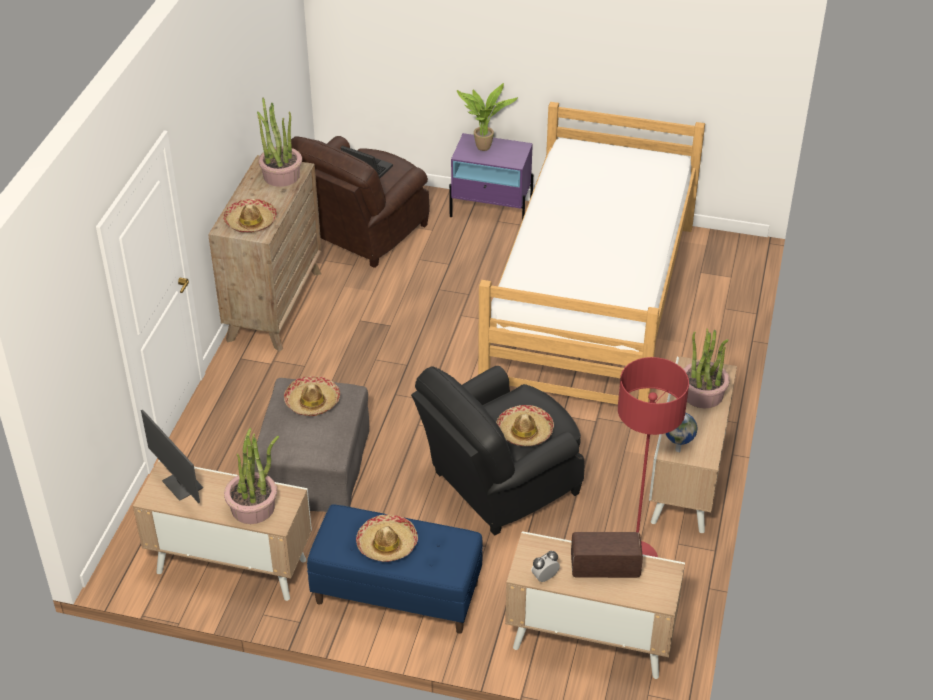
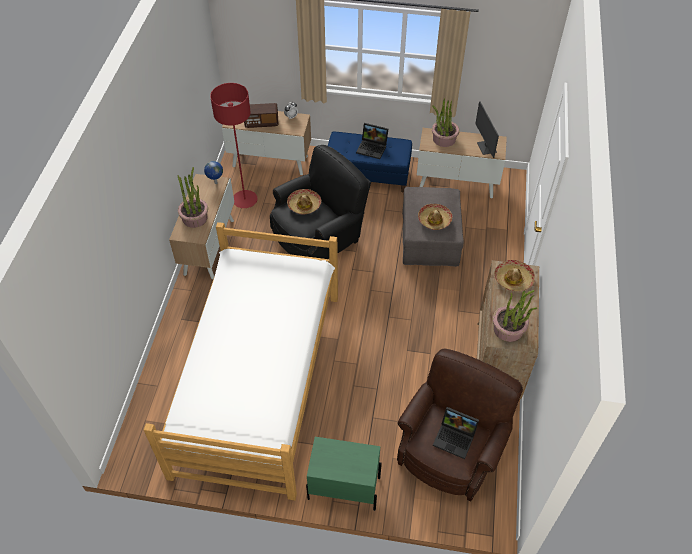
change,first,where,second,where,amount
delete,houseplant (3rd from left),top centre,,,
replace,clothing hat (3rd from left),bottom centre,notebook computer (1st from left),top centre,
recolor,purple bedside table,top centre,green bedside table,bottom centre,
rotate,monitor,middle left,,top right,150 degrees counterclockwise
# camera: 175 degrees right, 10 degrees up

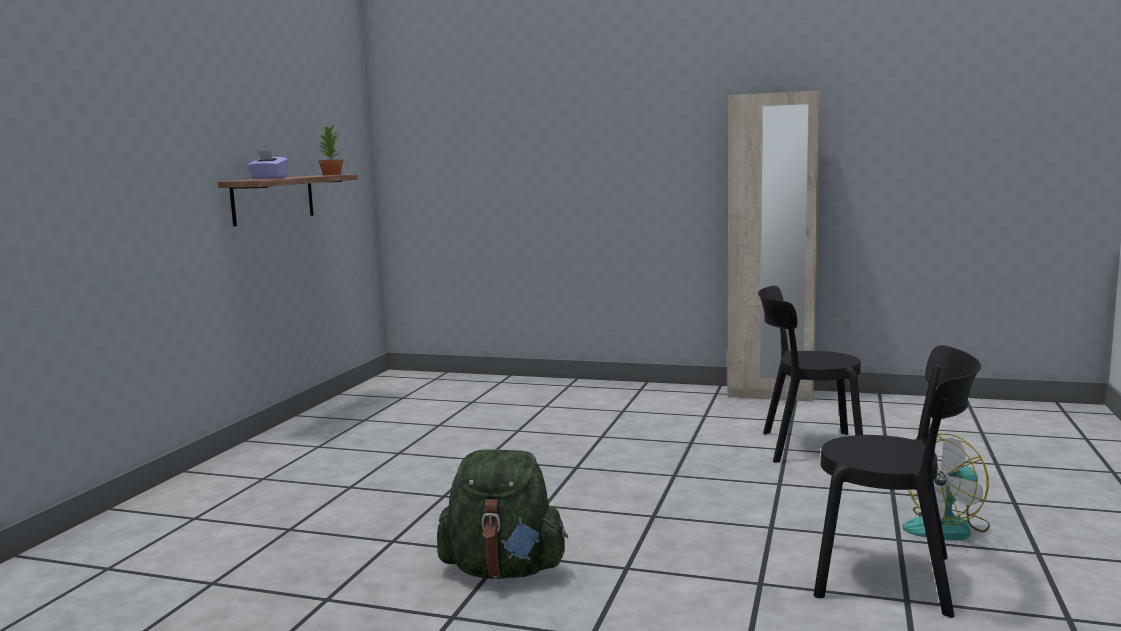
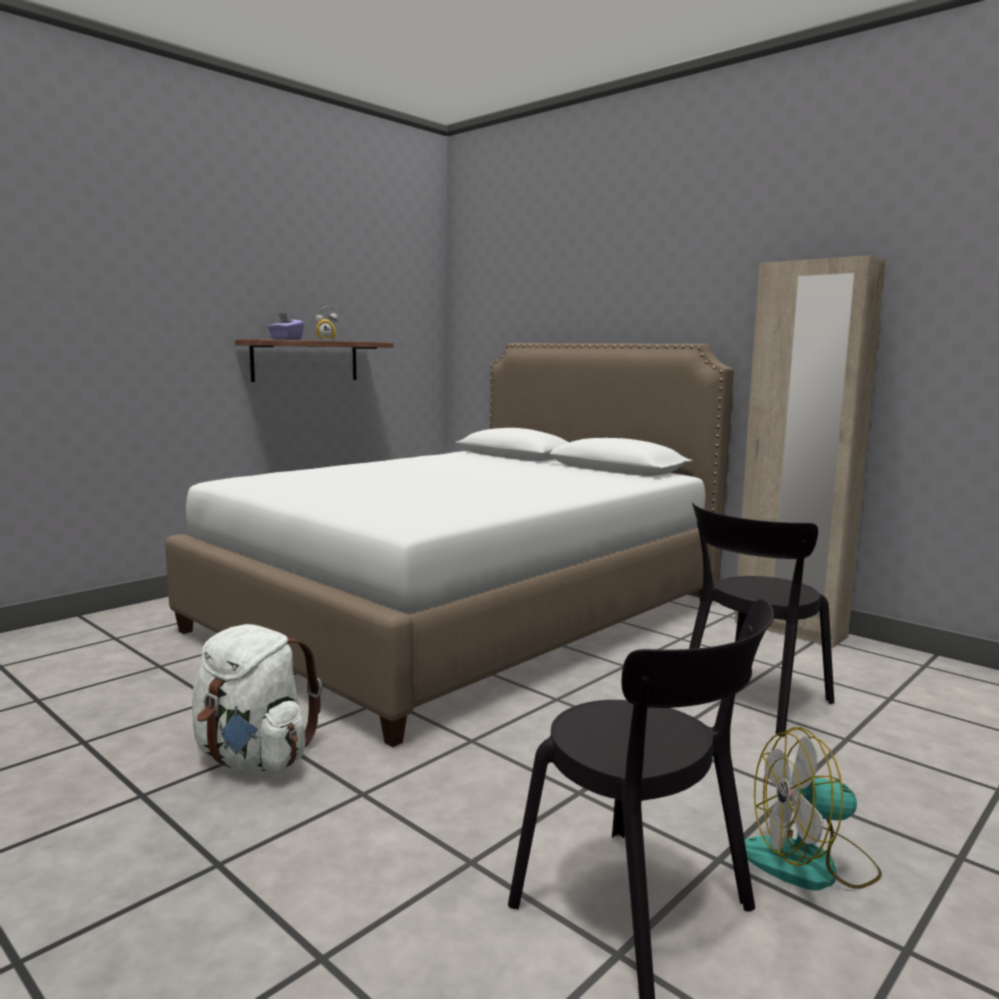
change,first,where,second,where,amount
delete,houseplant,top left,,,
insert,,,white-coloured bed,centre,
insert,,,table clock,top left,
recolor,green rucksack,bottom centre,white-coloured rucksack,bottom left,
rotate,black-coloured plain chair (1st from left in the first image),middle right,black-coloured plain chair (2nd from left),middle right,75 degrees counterclockwise
# camera: 25 degrees right, 0 degrees up

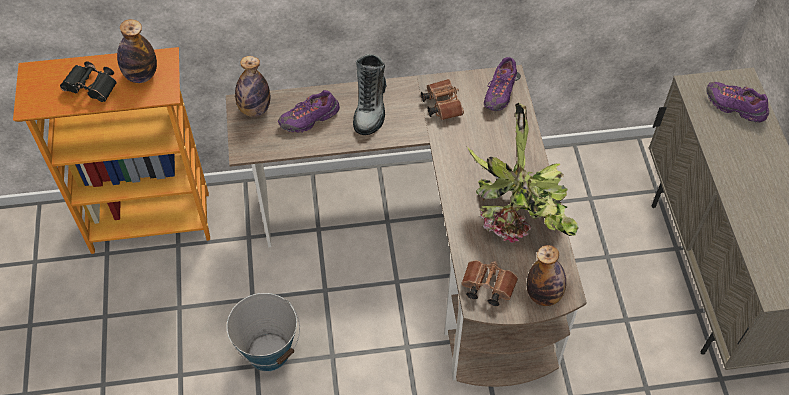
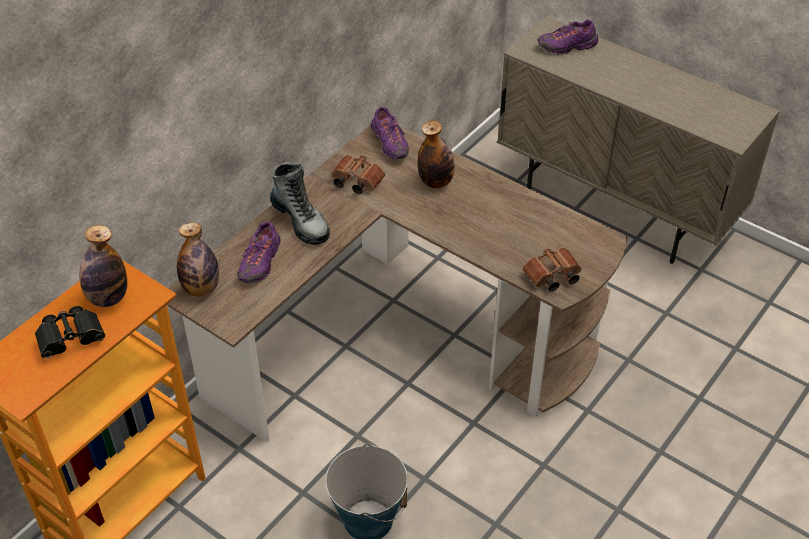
change,first,where,second,where,amount
delete,houseplant,centre,,,
move,beverage bottle (3rd from left),bottom right,,top centre,
# camera: 45 degrees left, 10 degrees down

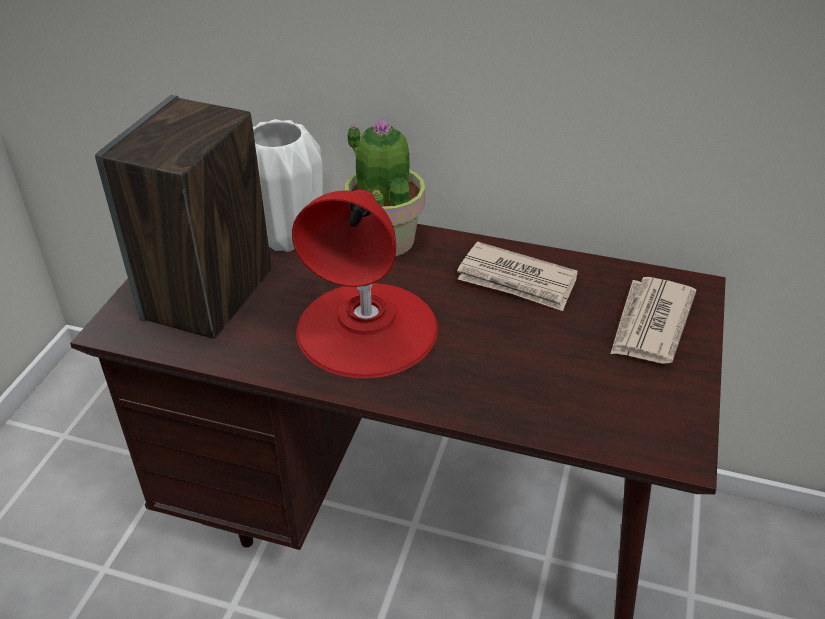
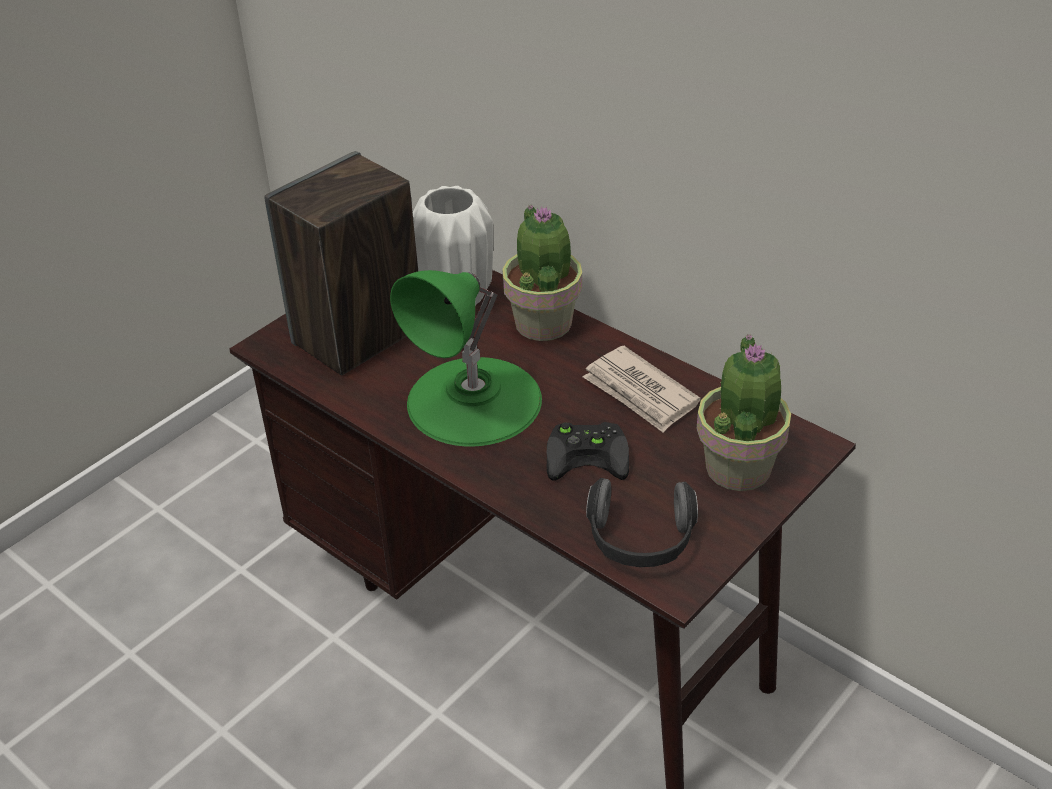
change,first,where,second,where,amount
insert,,,black-coloured gamepad,centre,
insert,,,headphones,centre,
replace,newspaper (2nd from left),middle right,houseplant (2nd from left),middle right,
recolor,red tabletop lamp,centre,green tabletop lamp,centre,
# camera: 25 degrees right, 0 degrees up

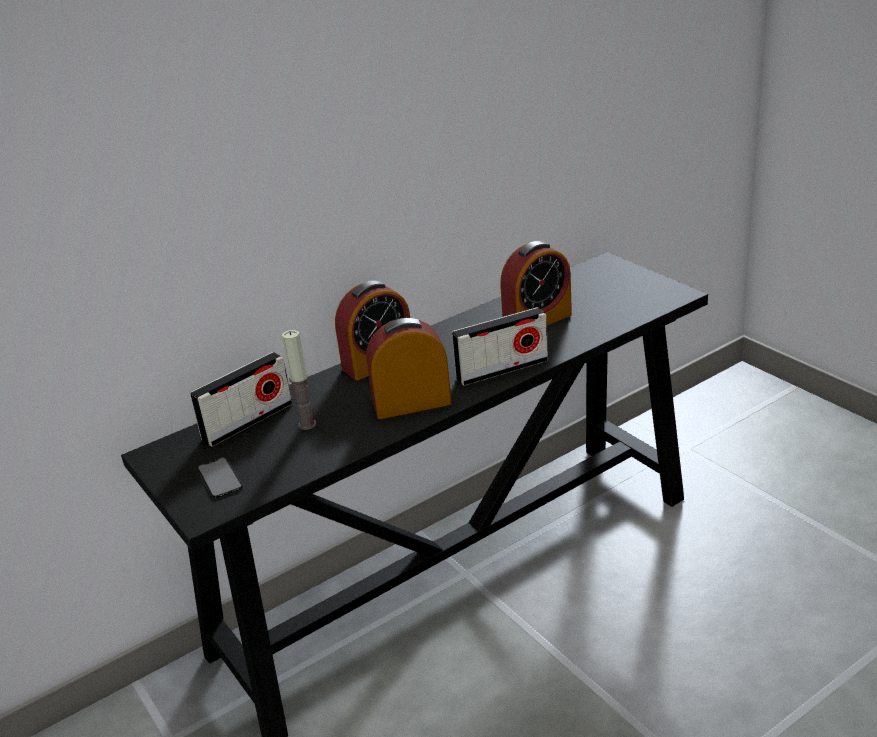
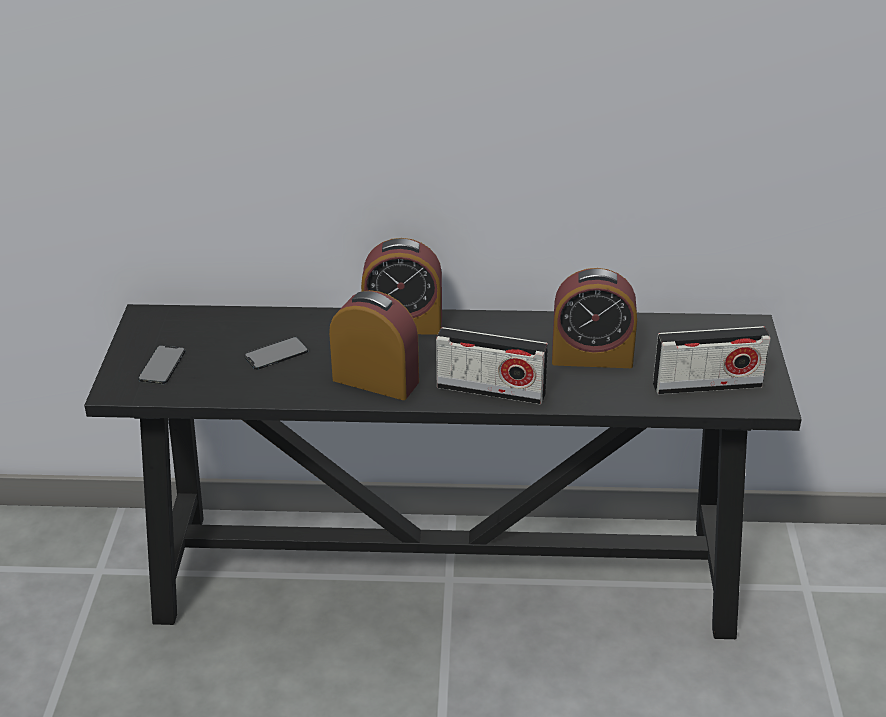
change,first,where,second,where,amount
move,radio receiver (1st from left in the first image),middle left,radio receiver (2nd from left),middle right,
replace,candle,centre,phone (2nd from left),middle left,
# camera: 35 degrees right, 5 degrees up

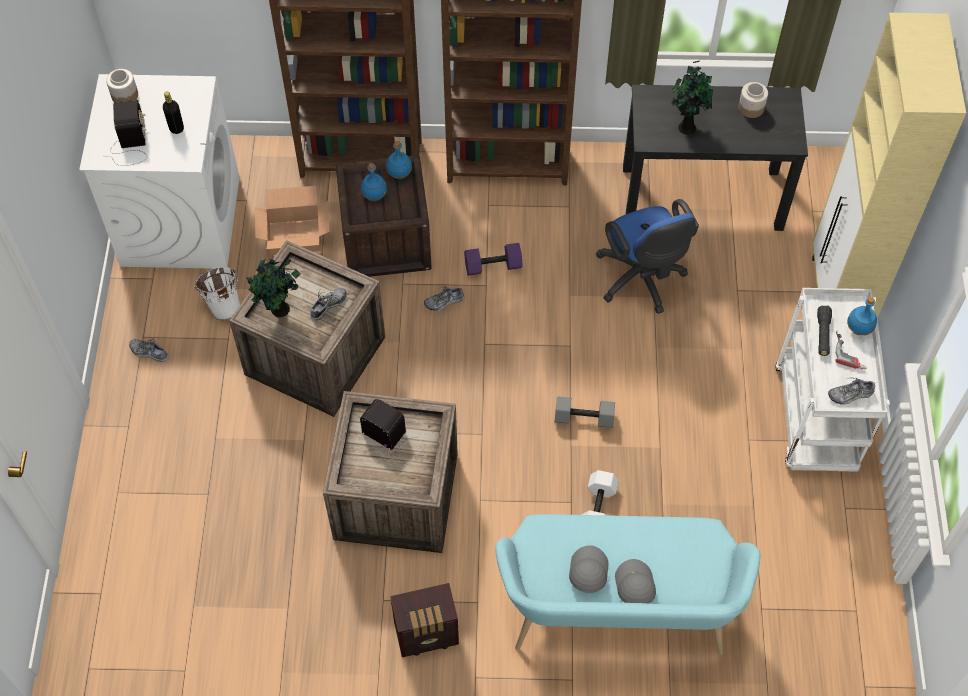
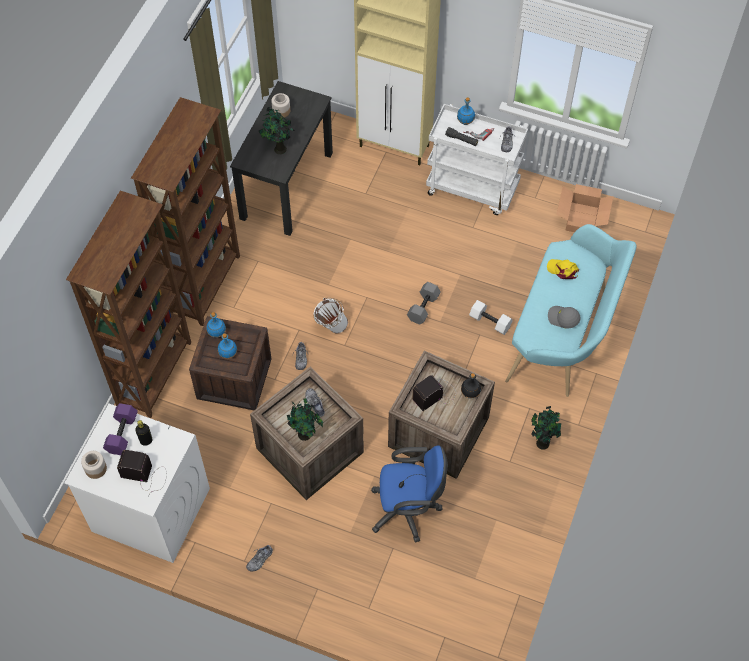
change,first,where,second,where,amount
delete,grey baseball cap (2nd from left),bottom centre,,,
insert,,,black-coloured beverage bottle (2nd from left),centre,
insert,,,yellowish baseball cap,middle right,
move,white-coloured bucket,middle left,,centre,
move,packing box,top left,,top right,
move,purple hand weight,centre,,middle left,
move,bluish computer chair,middle right,,bottom centre,
replace,radio receiver (3rd from left),bottom centre,houseplant (3rd from left),middle right,
# camera: 70 degrees left, 0 degrees up

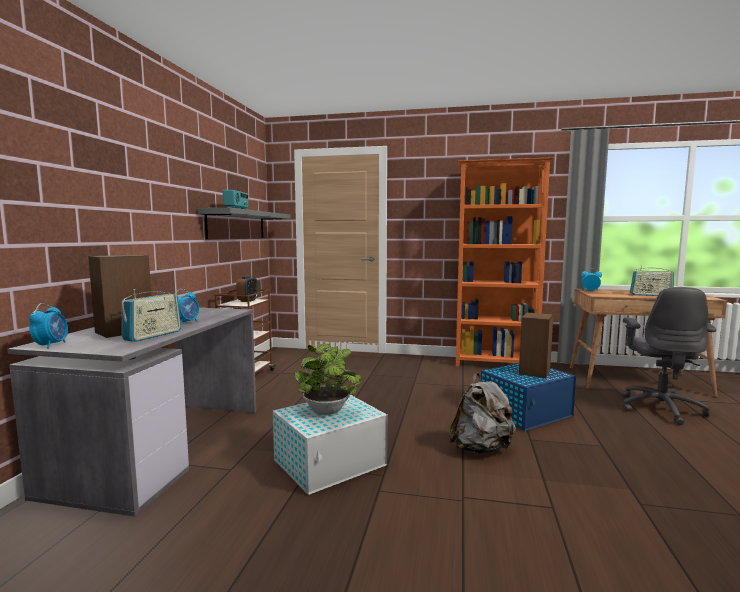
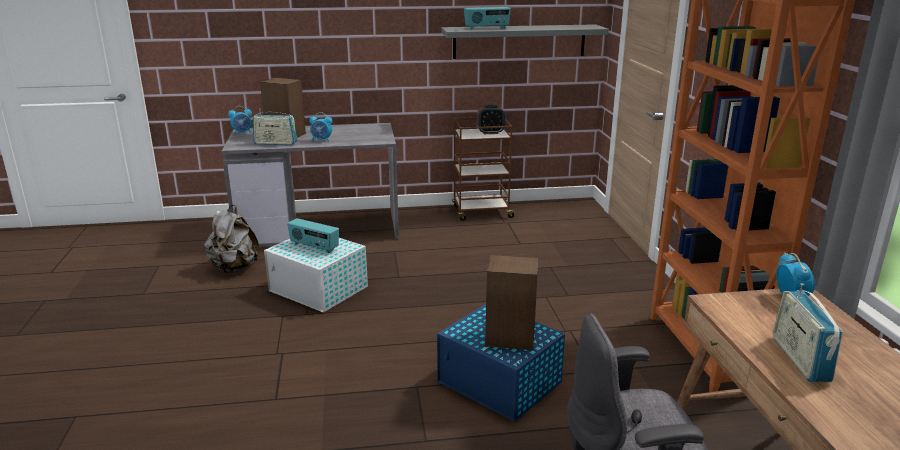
change,first,where,second,where,amount
move,grey rucksack,bottom centre,,middle left,
replace,houseplant,centre,radio receiver (2nd from left),centre,
# camera: 70 degrees right, 15 degrees up

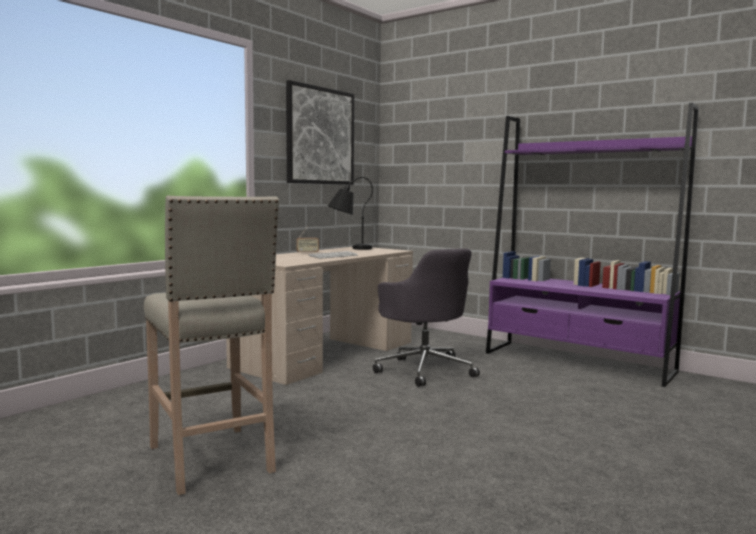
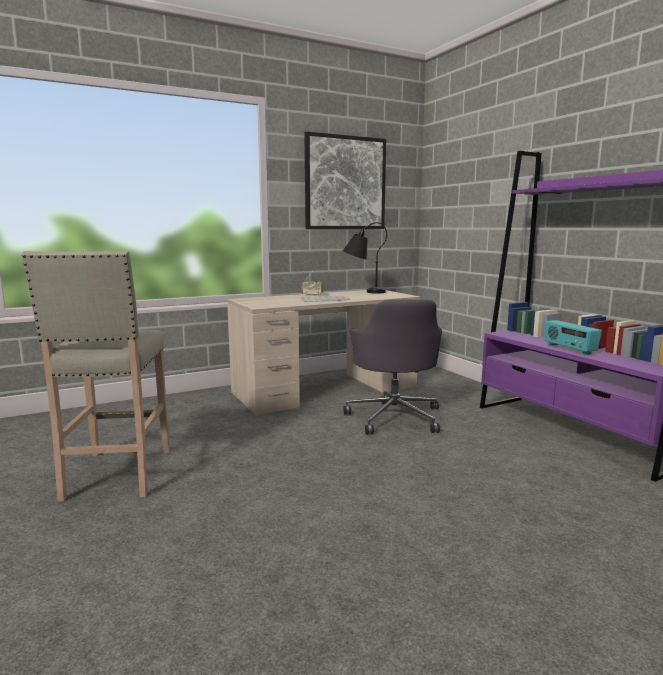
change,first,where,second,where,amount
insert,,,radio receiver (2nd from left),middle right,
# camera: 25 degrees right, 5 degrees up

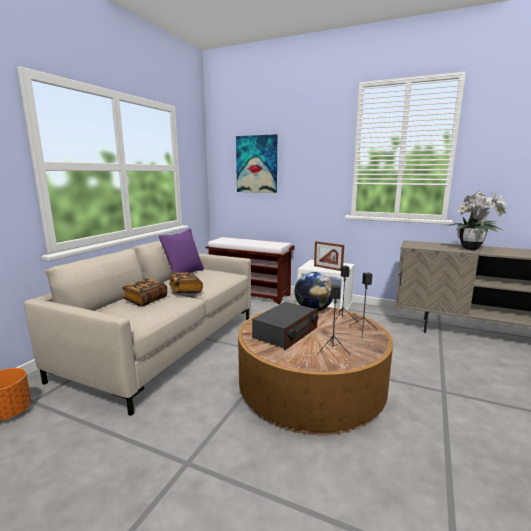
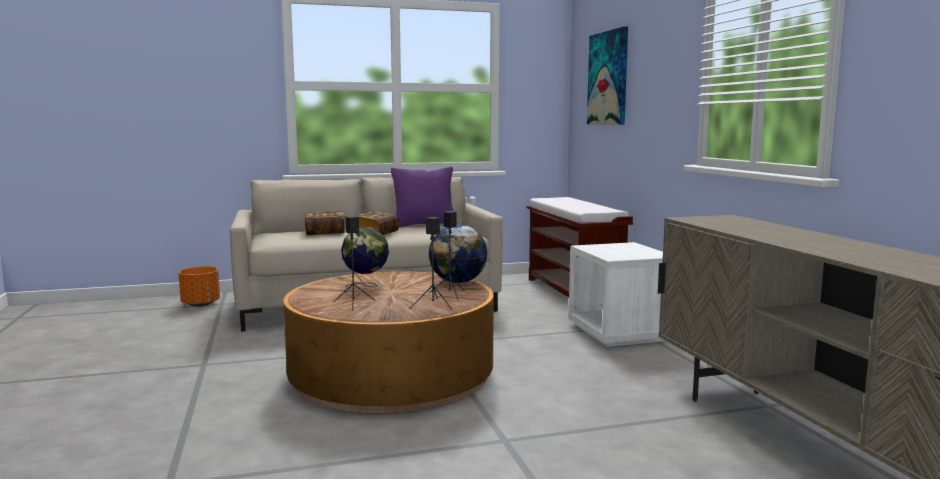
change,first,where,second,where,amount
delete,standing frame,centre,,,
delete,houseplant,middle right,,,
replace,radio receiver,centre,world globe (1st from left),centre,
# camera: 50 degrees right, 5 degrees down

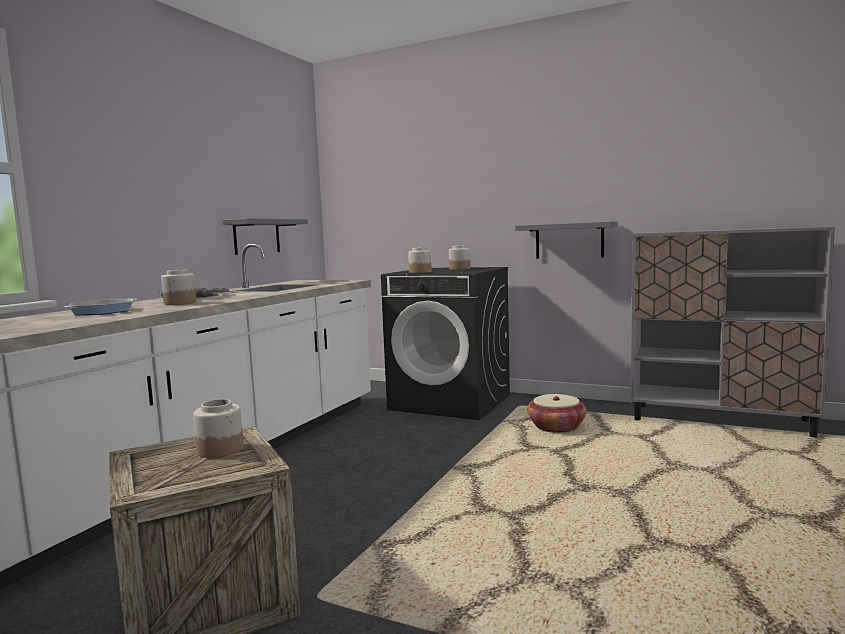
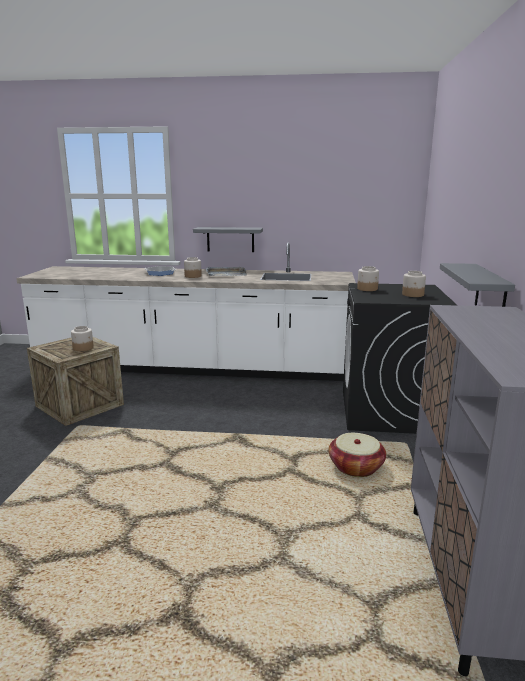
change,first,where,second,where,amount
move,grey shelf (1st from left),middle left,,centre,
# camera: 70 degrees right, 10 degrees up

